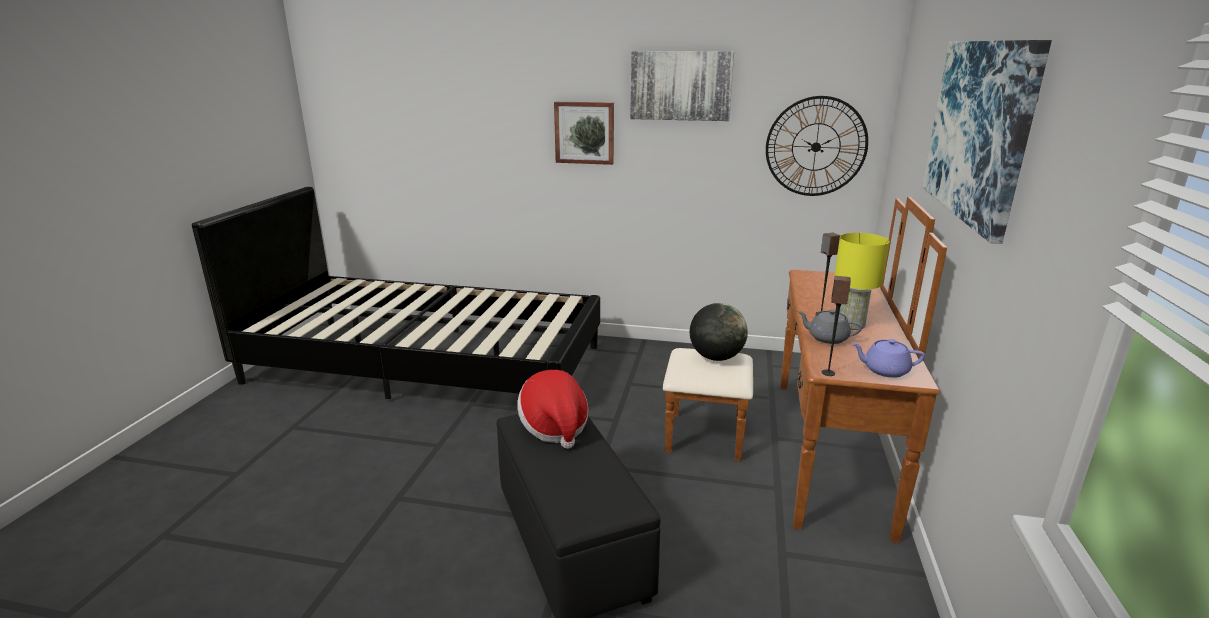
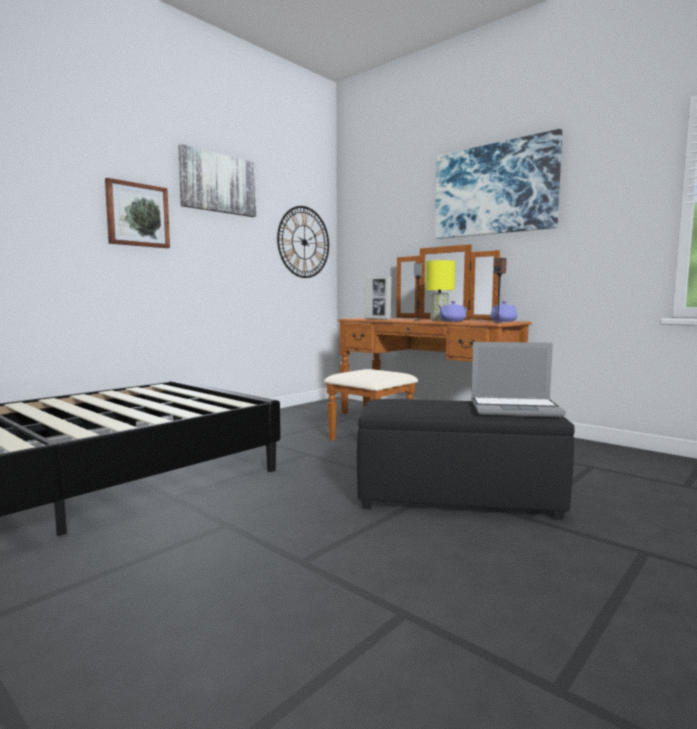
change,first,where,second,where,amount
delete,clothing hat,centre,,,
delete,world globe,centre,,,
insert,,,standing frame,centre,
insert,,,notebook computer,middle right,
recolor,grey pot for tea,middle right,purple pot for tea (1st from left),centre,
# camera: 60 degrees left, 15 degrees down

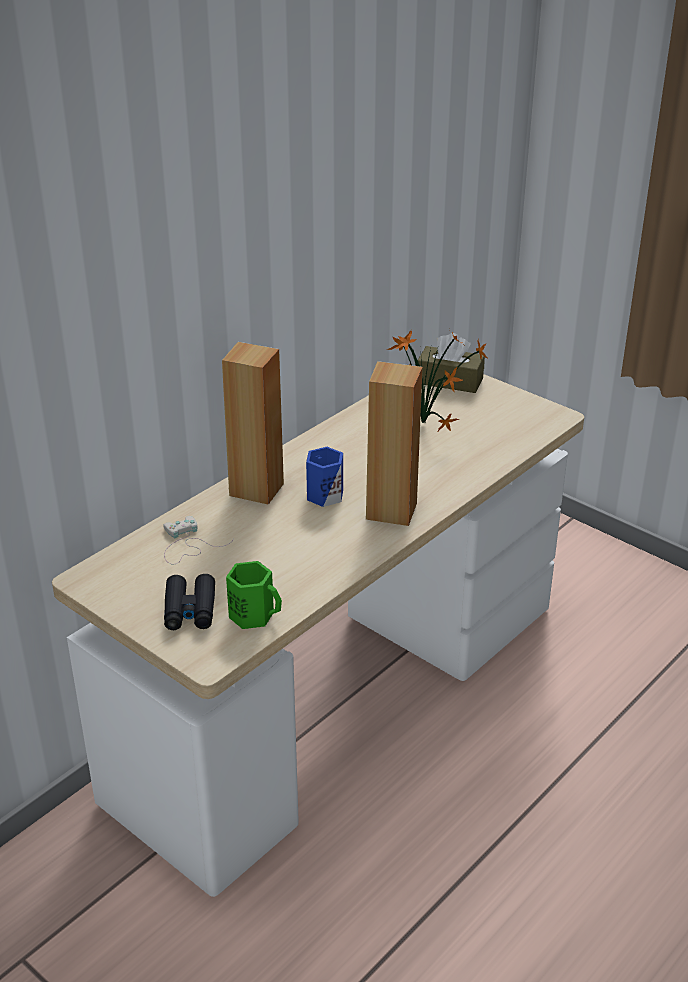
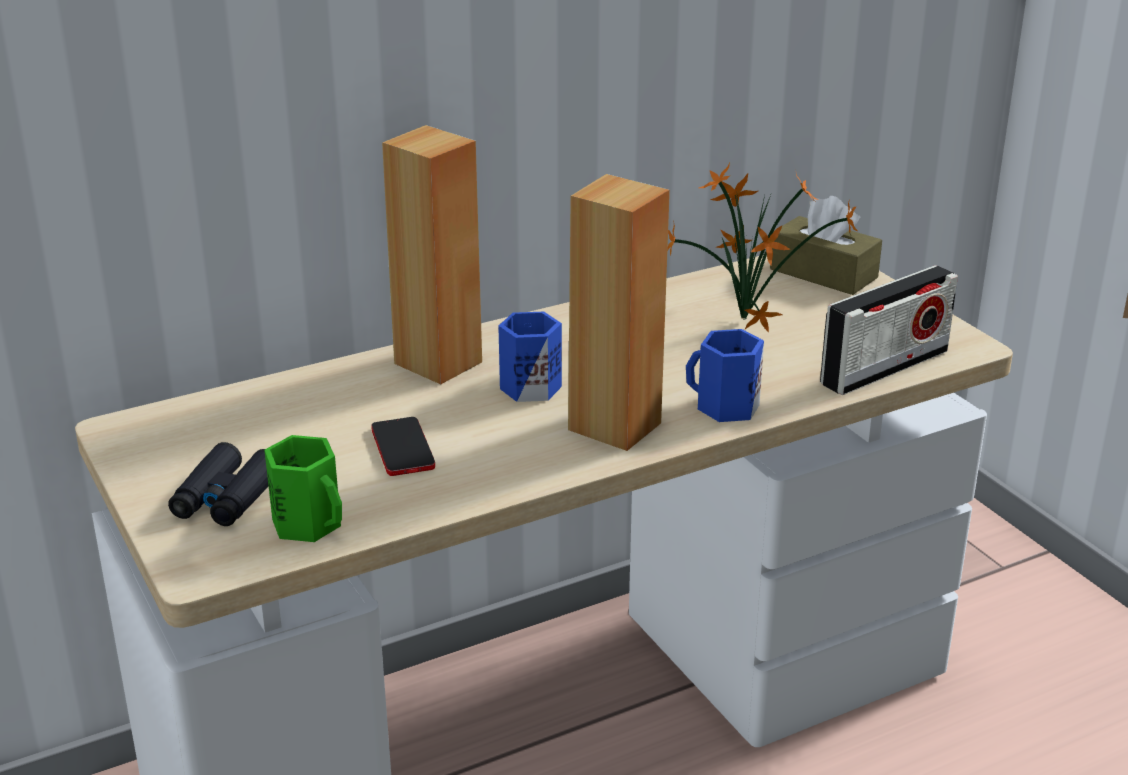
change,first,where,second,where,amount
delete,white-coloured gamepad,middle left,,,
insert,,,phone,centre,
insert,,,bluish tea mug (2nd from left),centre,
insert,,,radio receiver,middle right,
# camera: 20 degrees right, 5 degrees down

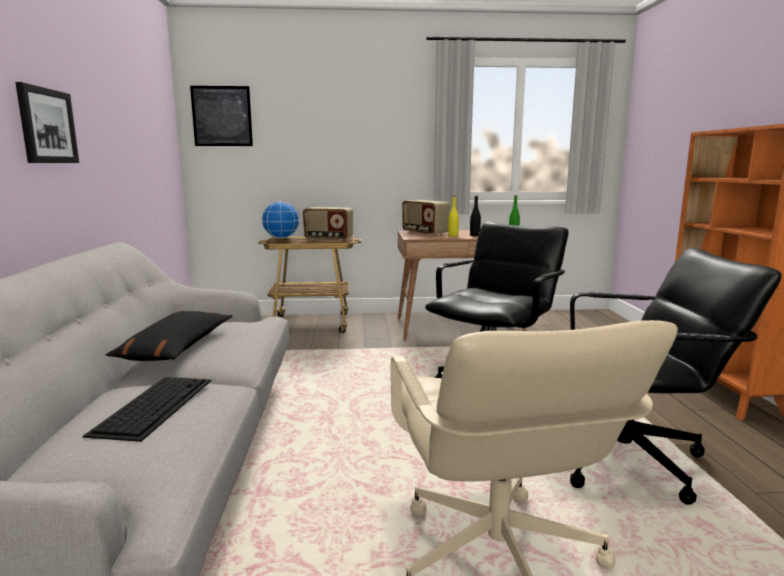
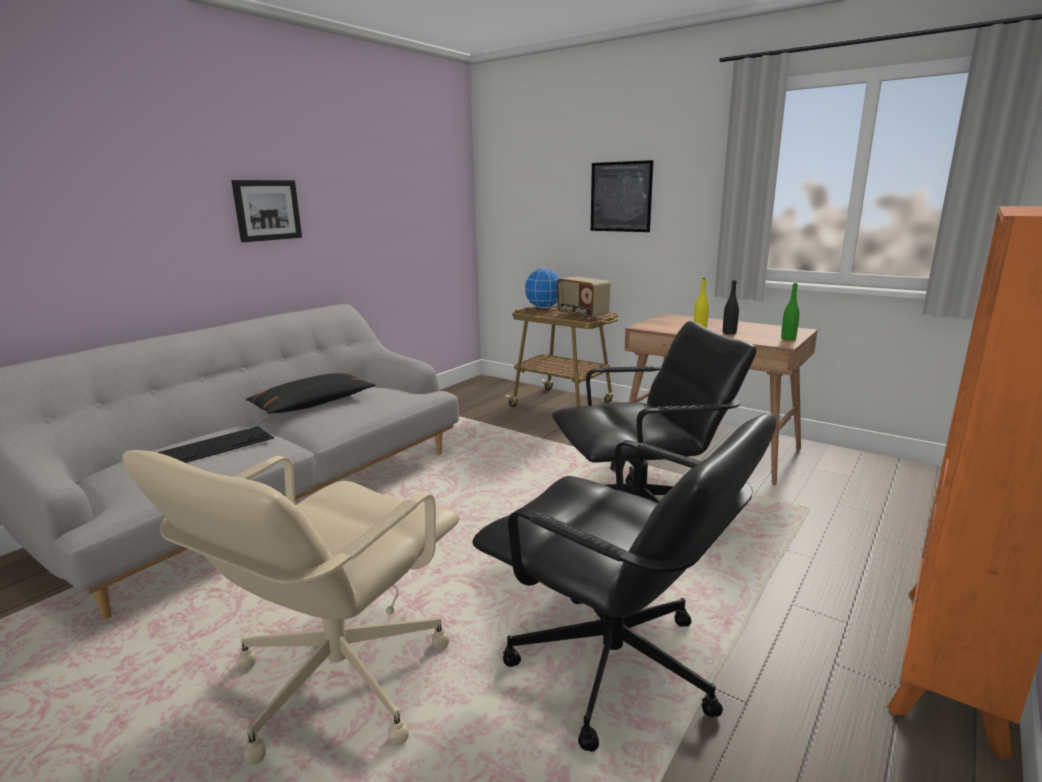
change,first,where,second,where,amount
delete,radio receiver (2nd from left),centre,,,
move,wall picture (2nd from left),top left,,top centre,
# camera: 40 degrees right, 5 degrees up

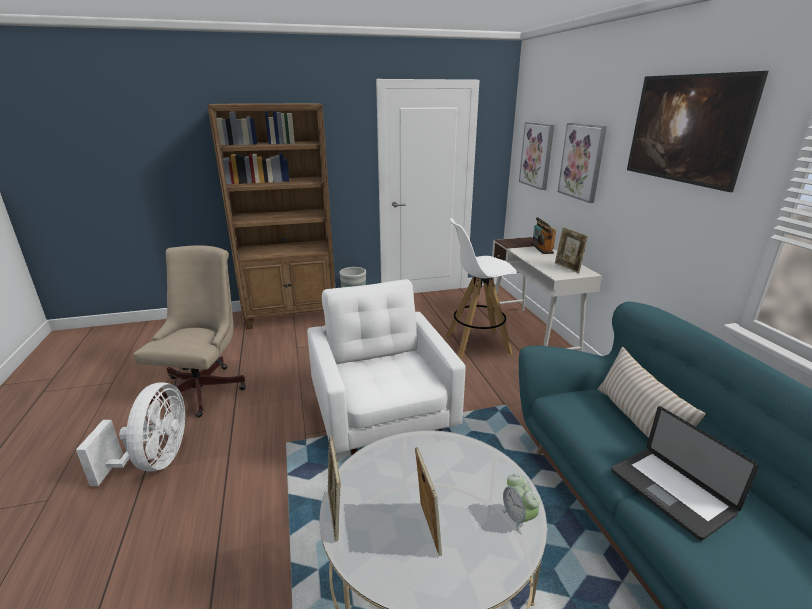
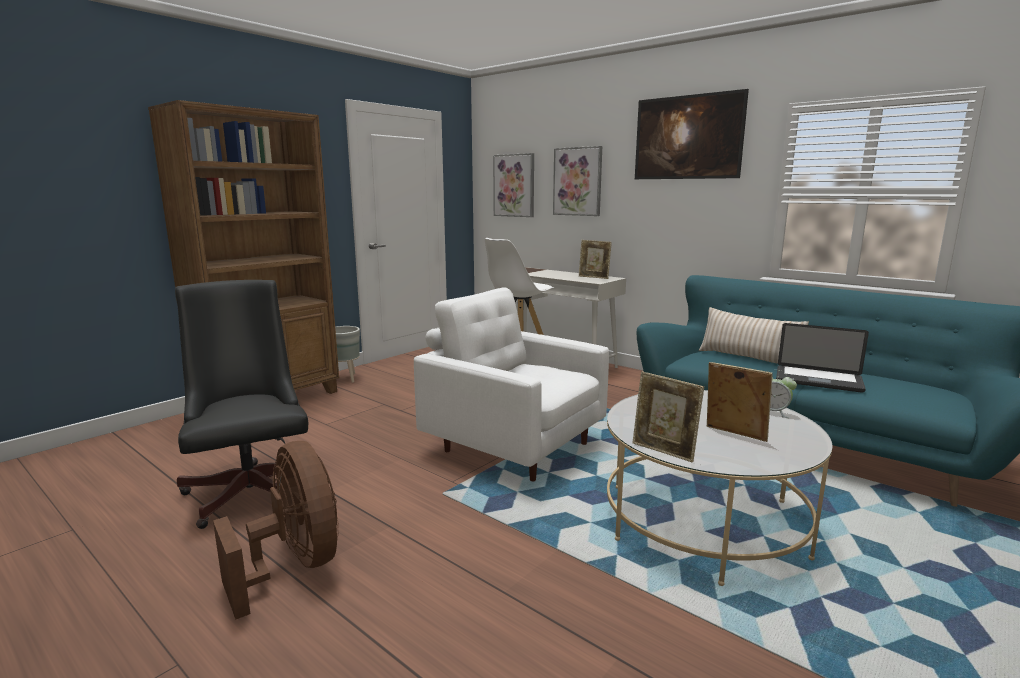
change,first,where,second,where,amount
delete,radio receiver,middle right,,,
recolor,white-coloured electric fan,bottom left,brown-coloured electric fan,bottom left,
recolor,sand-coloured computer chair,middle left,black-coloured computer chair,middle left,
# camera: 35 degrees left, 10 degrees down

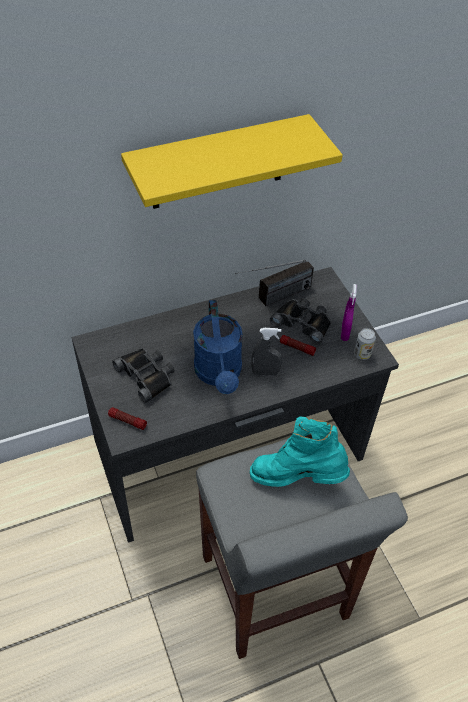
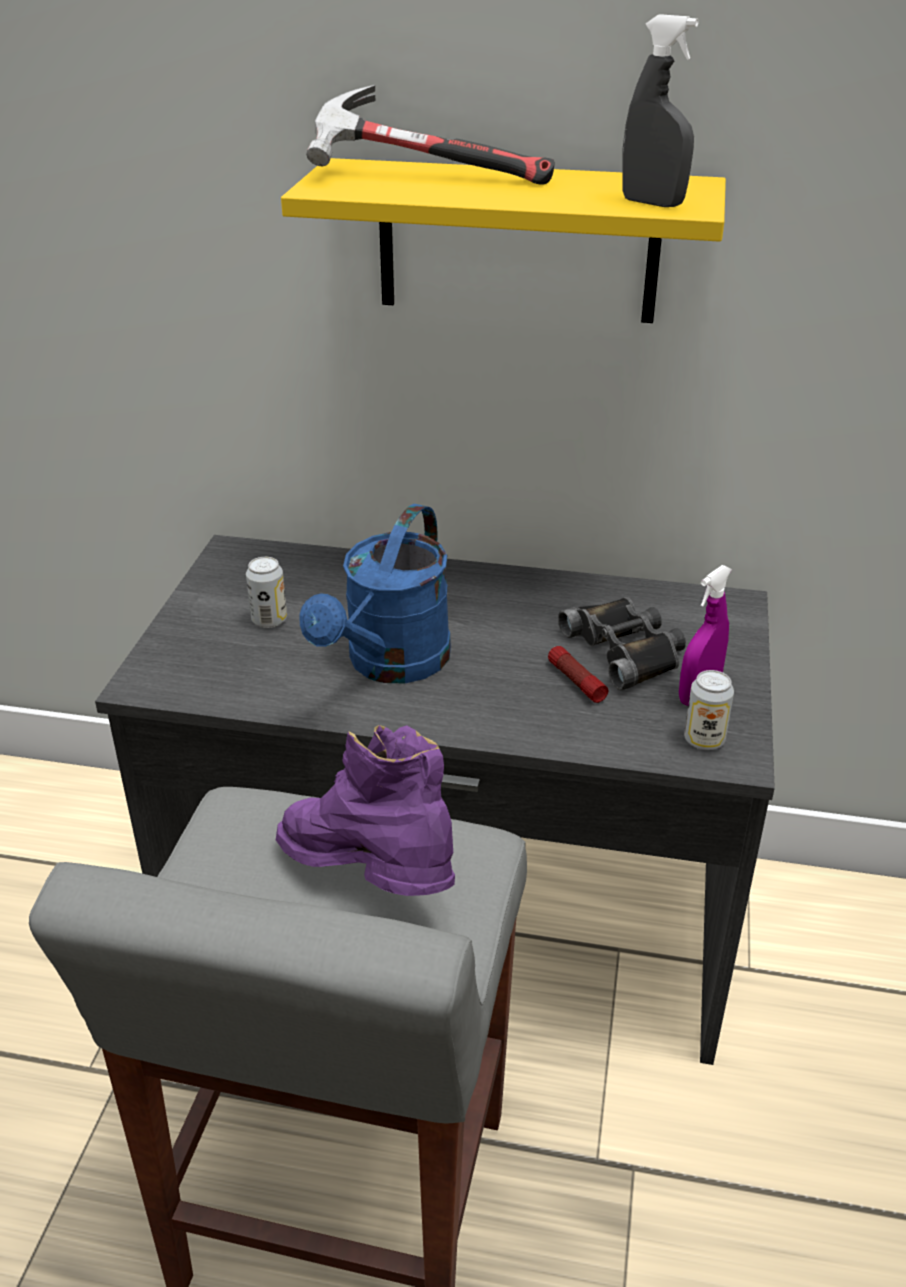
change,first,where,second,where,amount
delete,torch (1st from left),middle left,,,
delete,radio receiver,centre,,,
insert,,,tool hammer,top centre,
move,grey spray bottle,centre,,top right,
replace,black-coloured pair of binoculars (1st from left),middle left,sealed can (1st from left),middle left,
recolor,blue-green high-top boot,centre,purple high-top boot,centre,
# camera: 35 degrees right, 15 degrees down

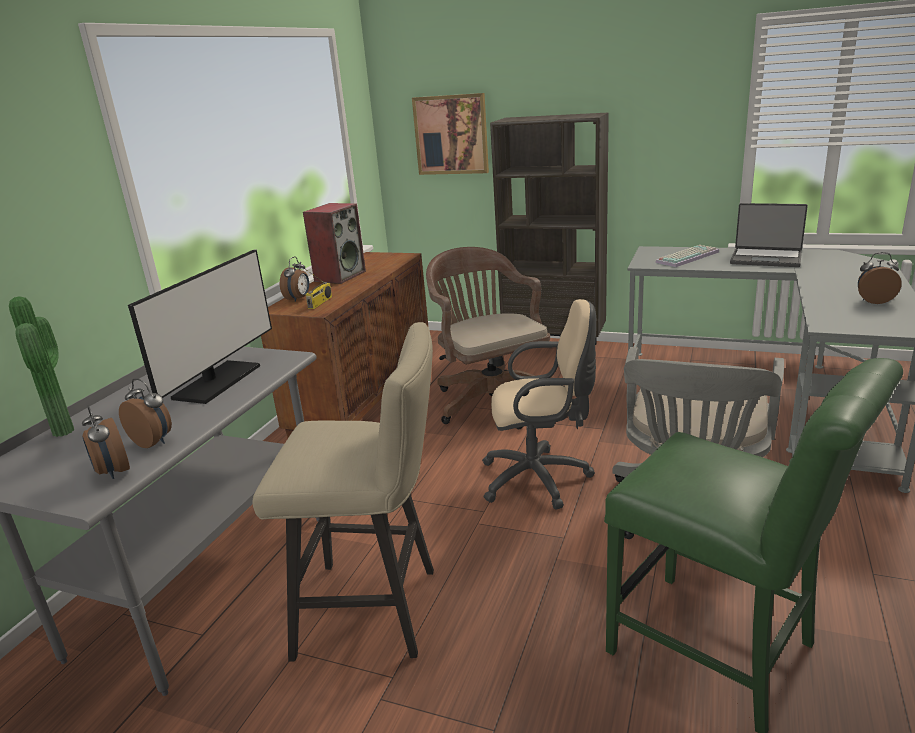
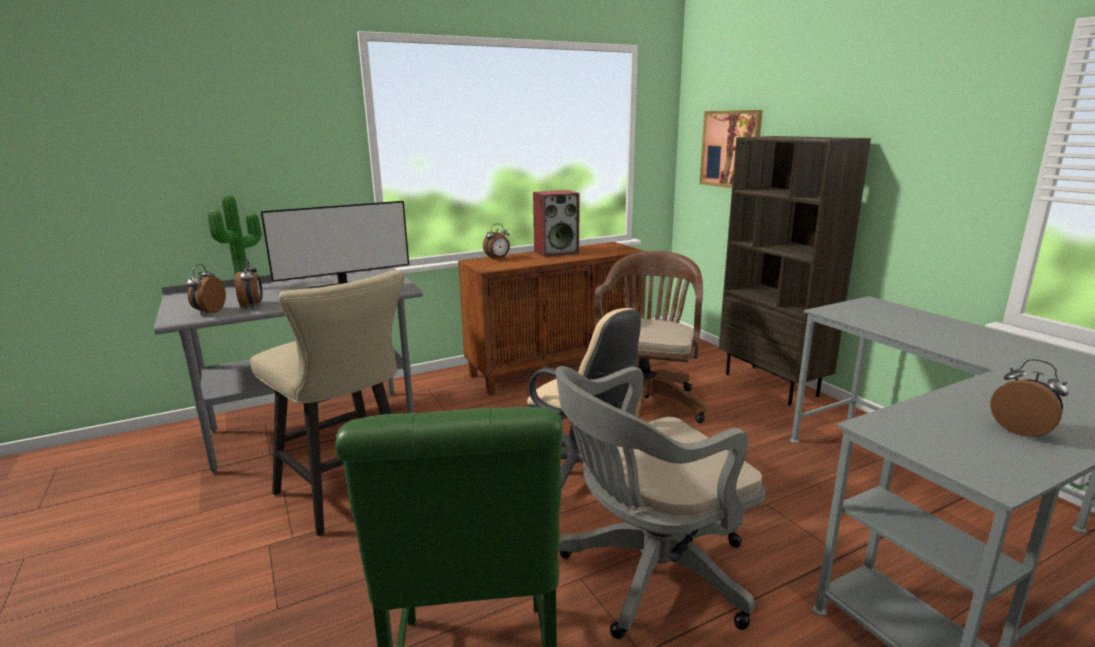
change,first,where,second,where,amount
delete,radio receiver,centre,,,
delete,computer keyboard,middle right,,,
delete,notebook computer,top right,,,
# camera: 40 degrees right, 5 degrees down

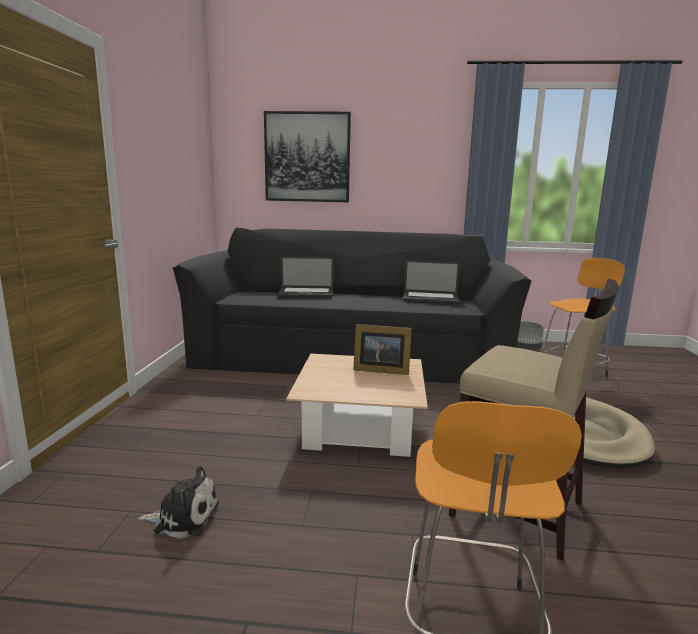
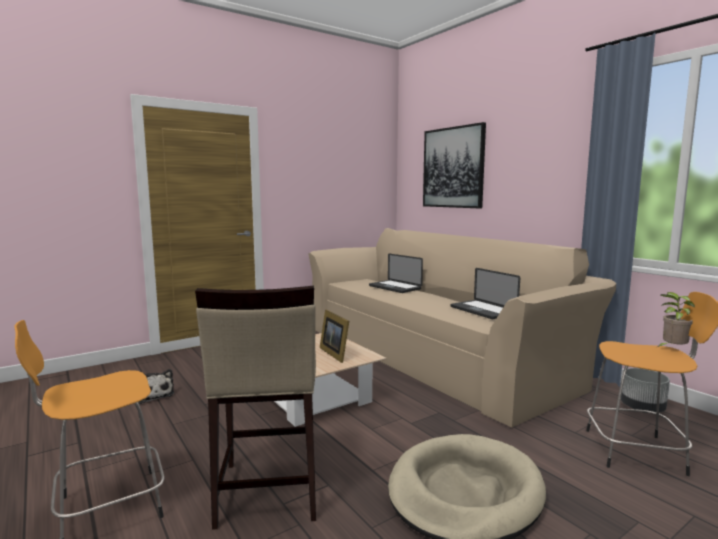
change,first,where,second,where,amount
insert,,,houseplant,middle right,
recolor,black-coloured couch,centre,sand-coloured couch,centre,
# camera: 50 degrees right, 5 degrees down

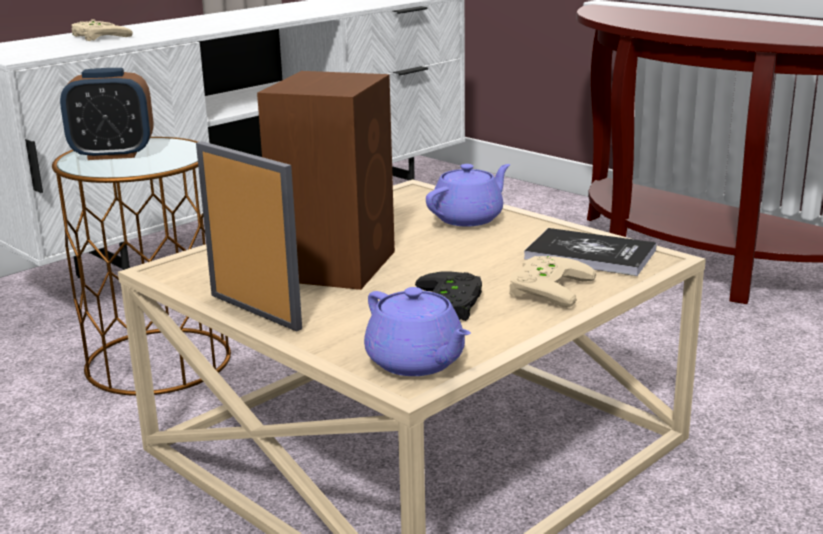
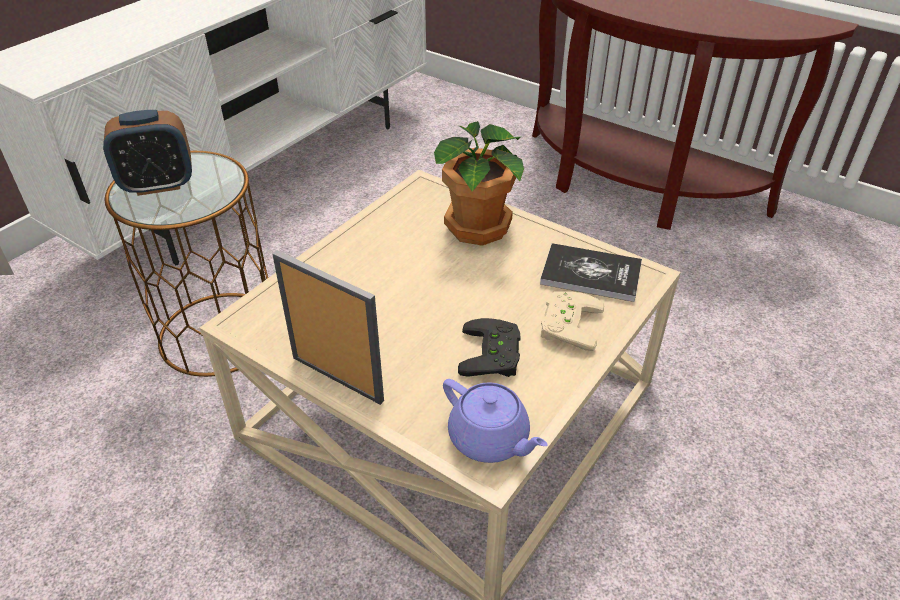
change,first,where,second,where,amount
delete,sand-coloured gamepad (1st from left),top left,,,
delete,brown-coloured audio speaker,centre,,,
replace,purple pot for tea (2nd from left),centre,houseplant,top centre,
# camera: 10 degrees left, 20 degrees up

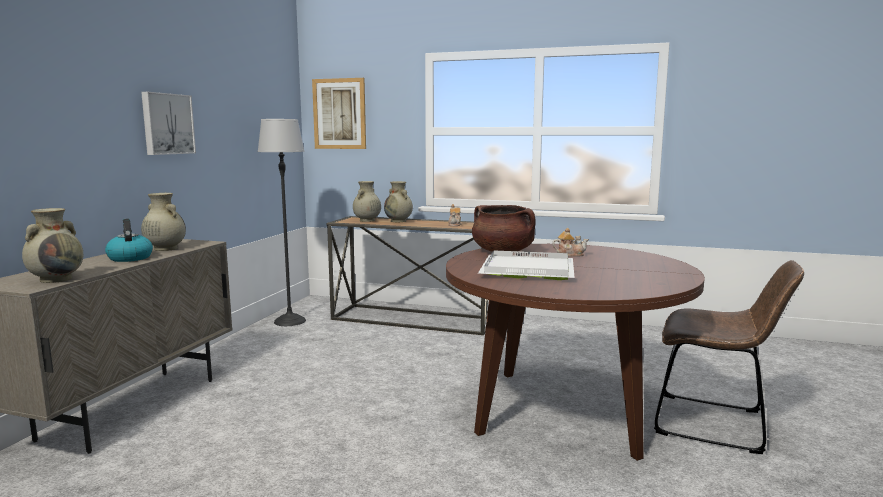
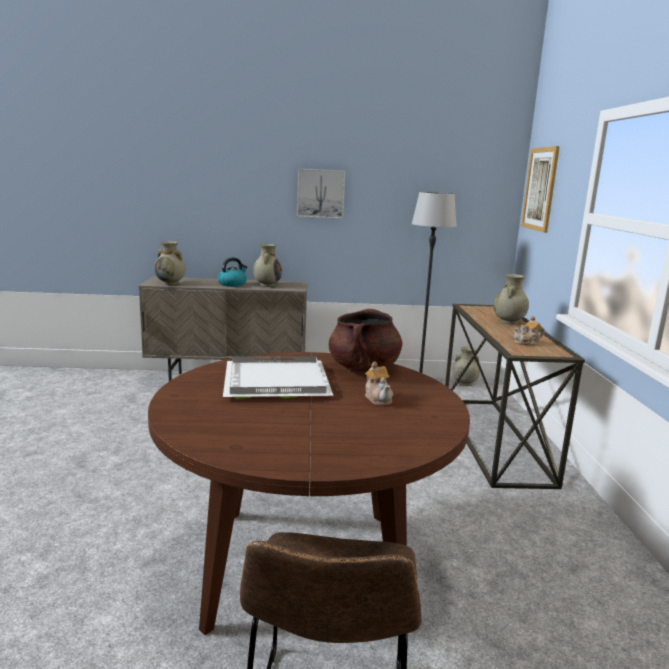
change,first,where,second,where,amount
move,sand-coloured vase (3rd from left),centre,,middle right,
# camera: 70 degrees right, 5 degrees up

